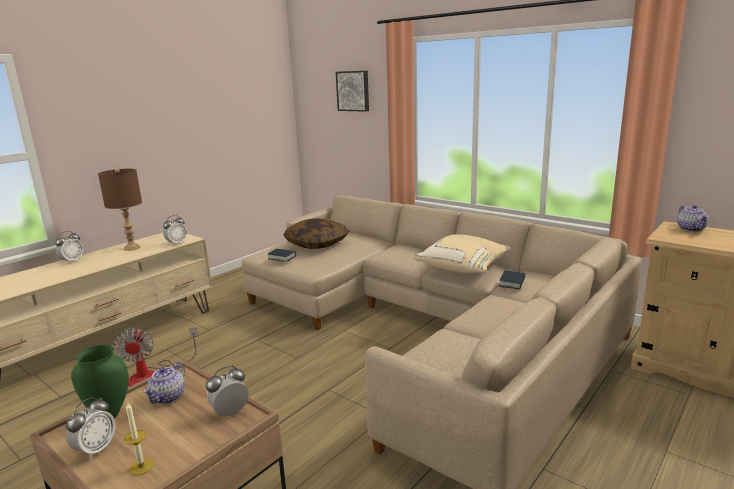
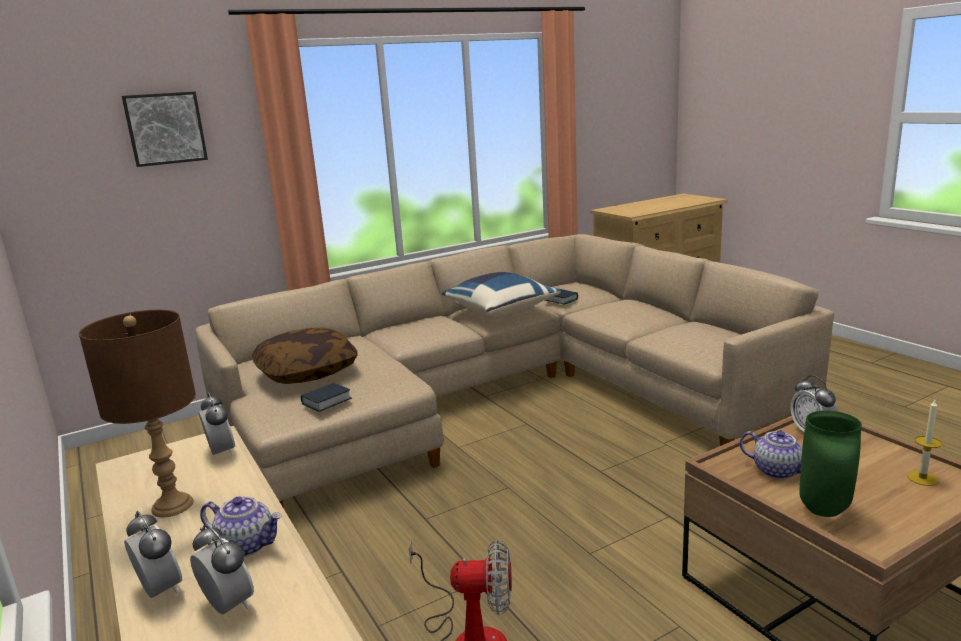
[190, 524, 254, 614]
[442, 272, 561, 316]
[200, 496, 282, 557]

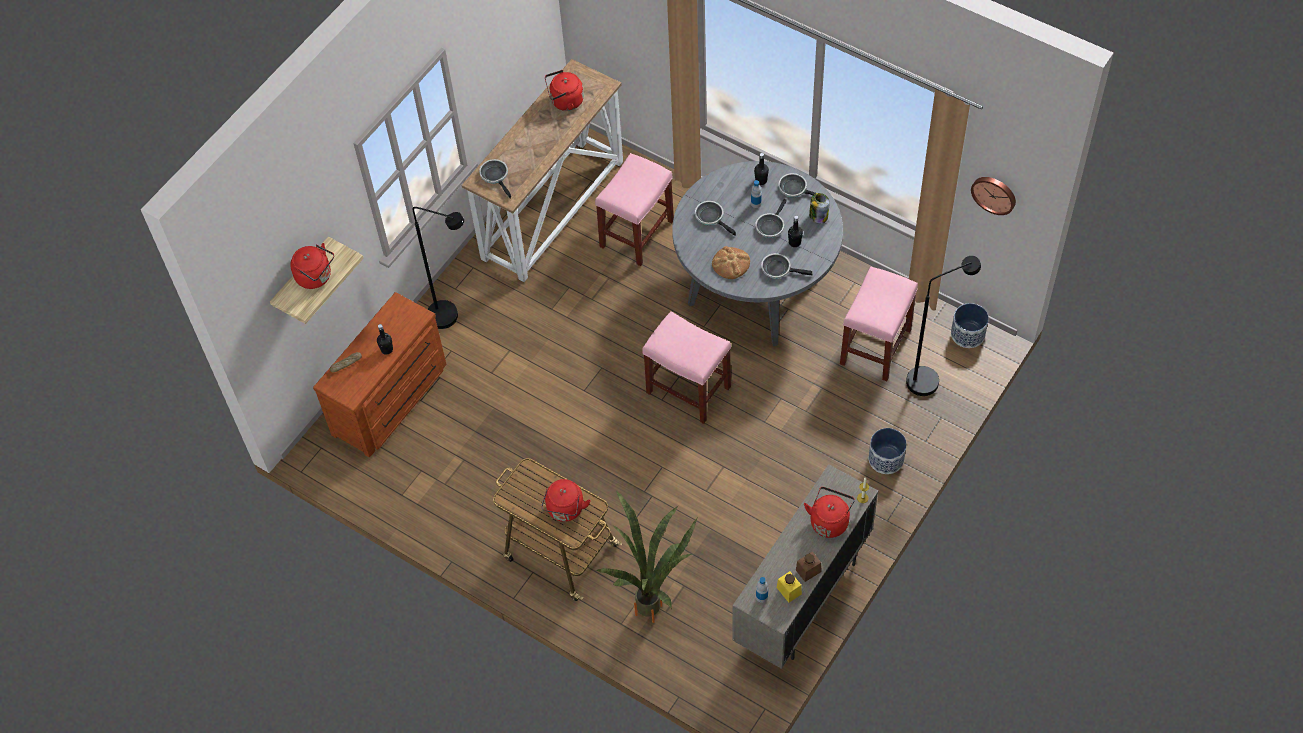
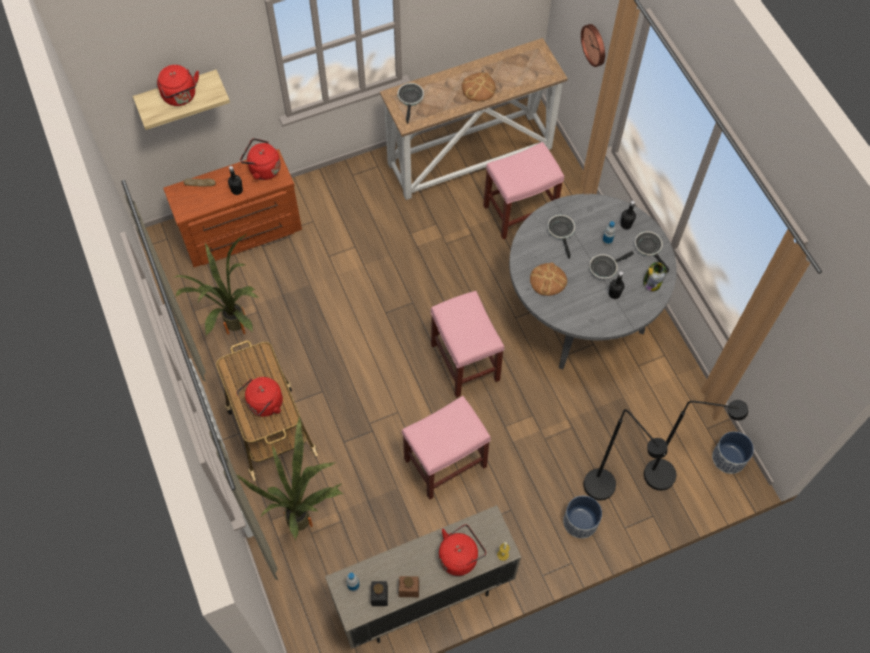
[583, 409, 668, 500]
[240, 138, 281, 180]
[761, 253, 813, 279] (first image)
[371, 581, 388, 606]
[402, 396, 491, 500]
[581, 24, 605, 67]
[175, 234, 259, 336]
[462, 72, 496, 101]

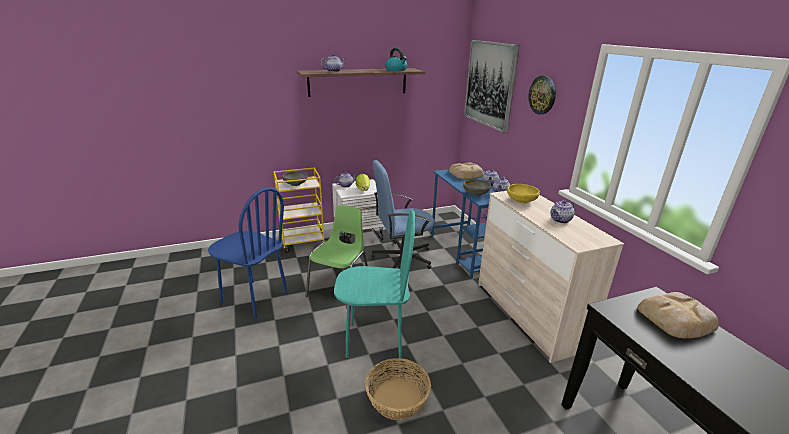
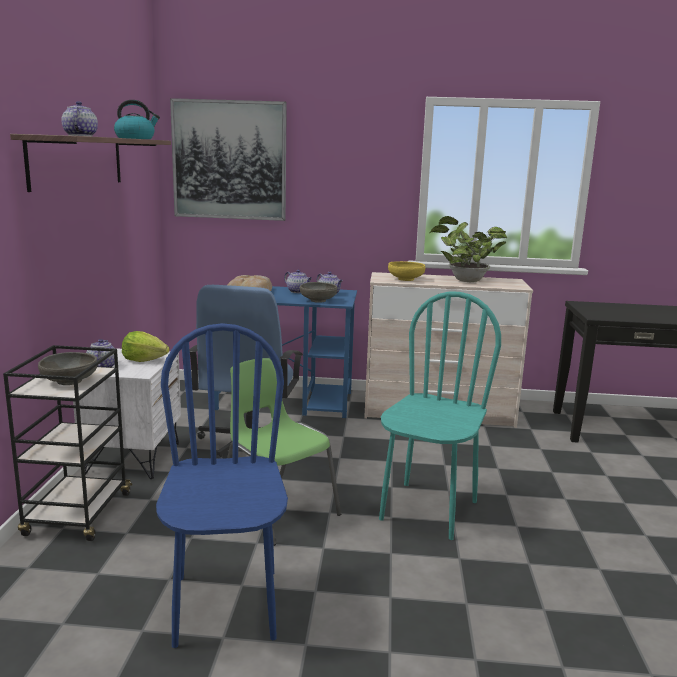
[156, 323, 288, 648]
[3, 345, 132, 541]
[365, 358, 431, 420] (first image)
[528, 76, 556, 114] (first image)
[430, 216, 507, 282]
[637, 292, 719, 338] (first image)

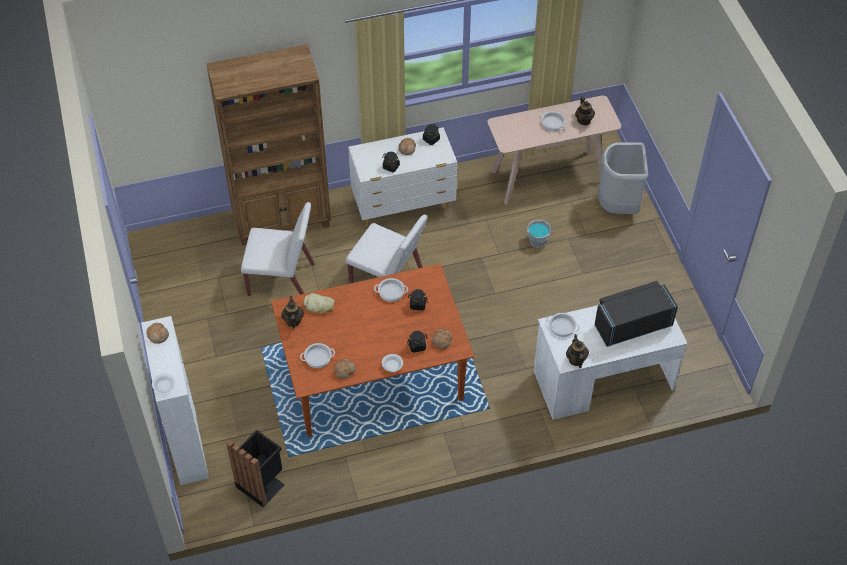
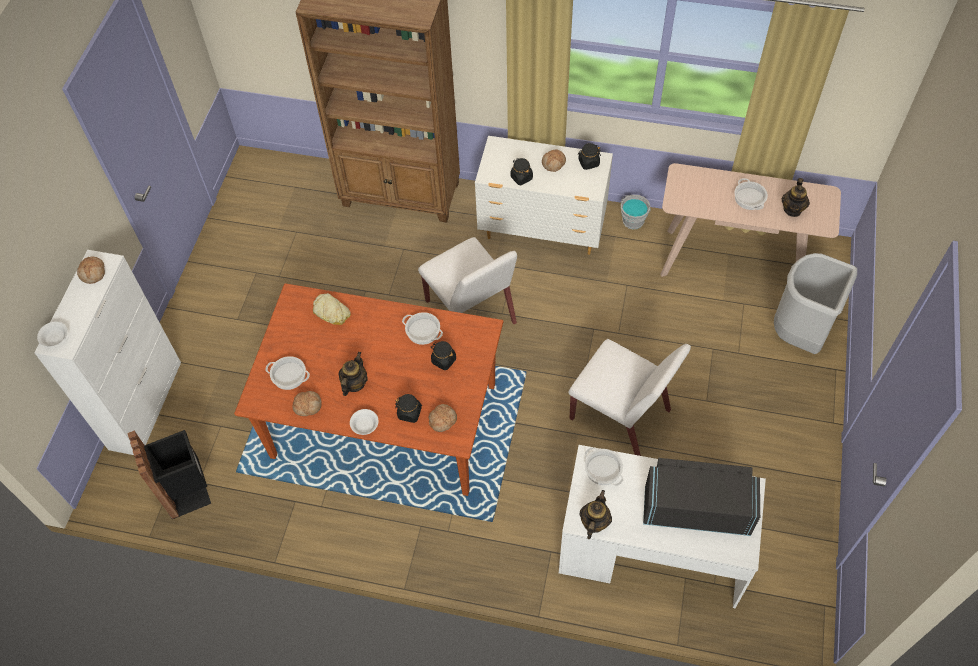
[569, 339, 691, 456]
[338, 352, 368, 396]
[621, 195, 651, 230]

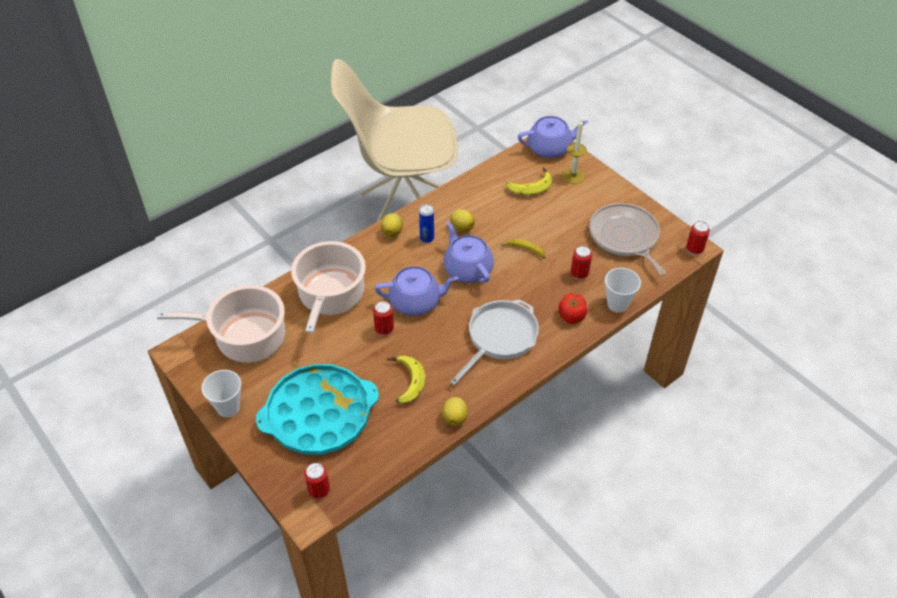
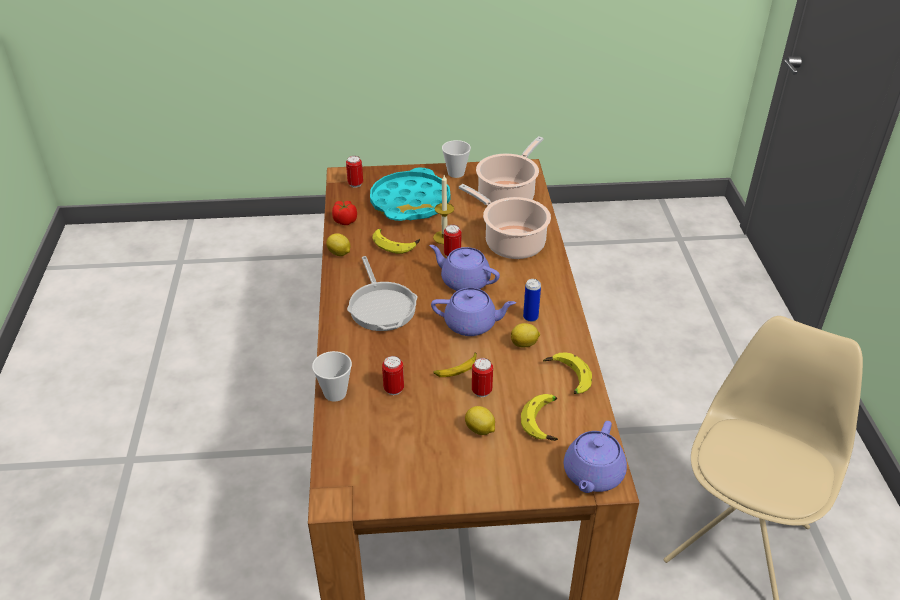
[429, 245, 500, 291]
[465, 406, 495, 435]
[332, 201, 357, 225]
[433, 175, 454, 244]
[589, 203, 666, 275] (first image)
[472, 358, 493, 397]
[543, 352, 592, 394]

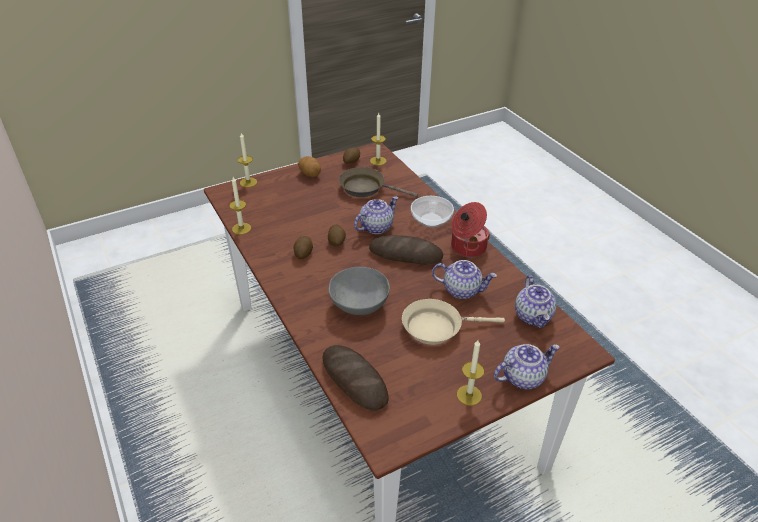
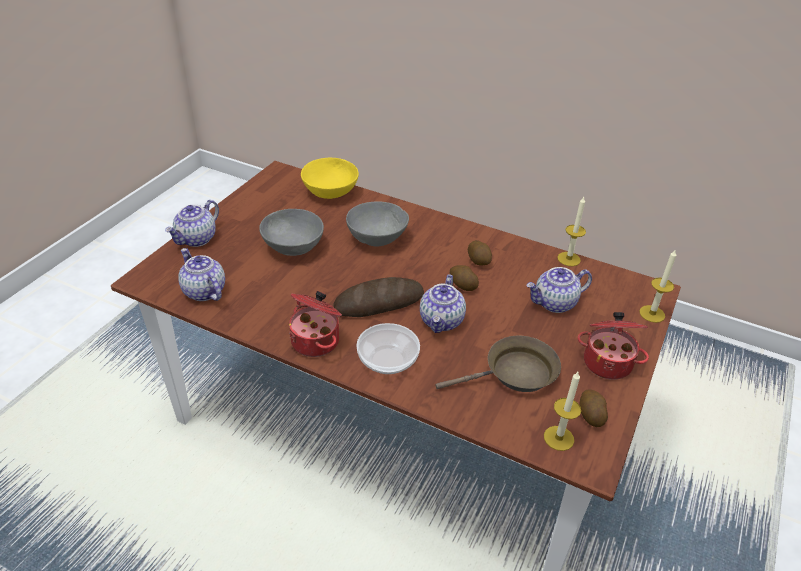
[577, 312, 649, 380]
[301, 158, 359, 199]
[259, 209, 324, 256]
[526, 267, 592, 313]
[457, 340, 484, 406] (first image)

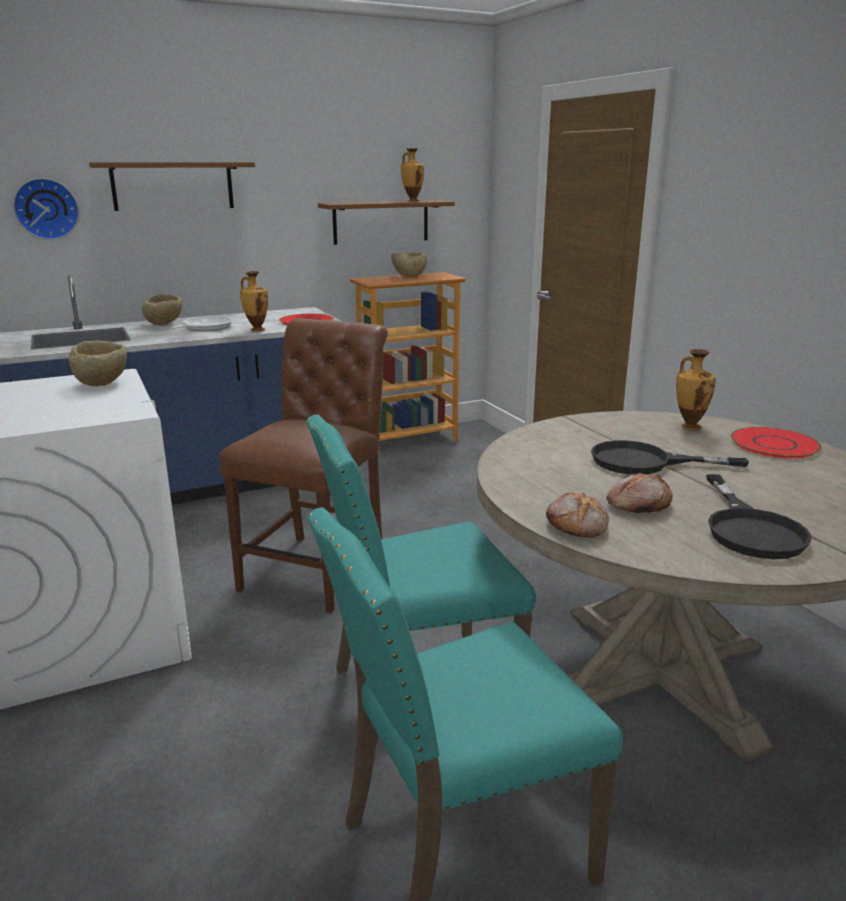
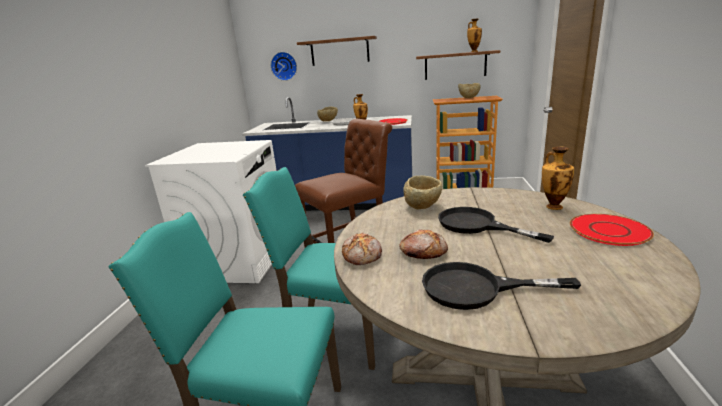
[403, 175, 442, 209]
[422, 262, 581, 310]

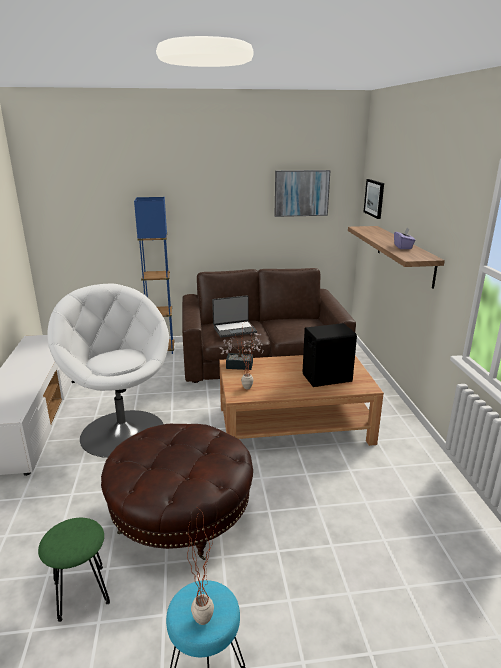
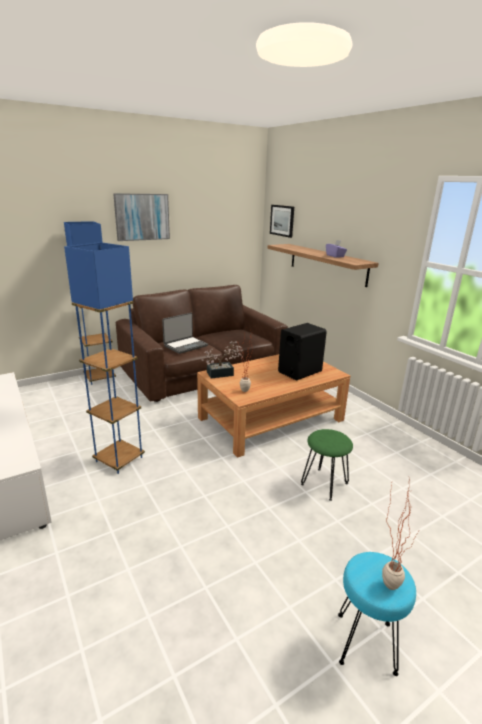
[301, 429, 353, 501]
[64, 242, 145, 474]
[101, 424, 253, 560] (first image)
[113, 193, 170, 241]

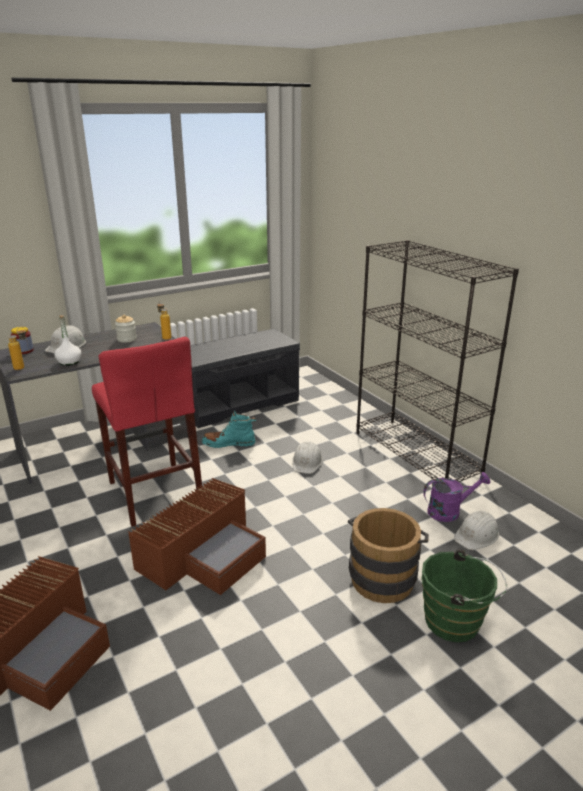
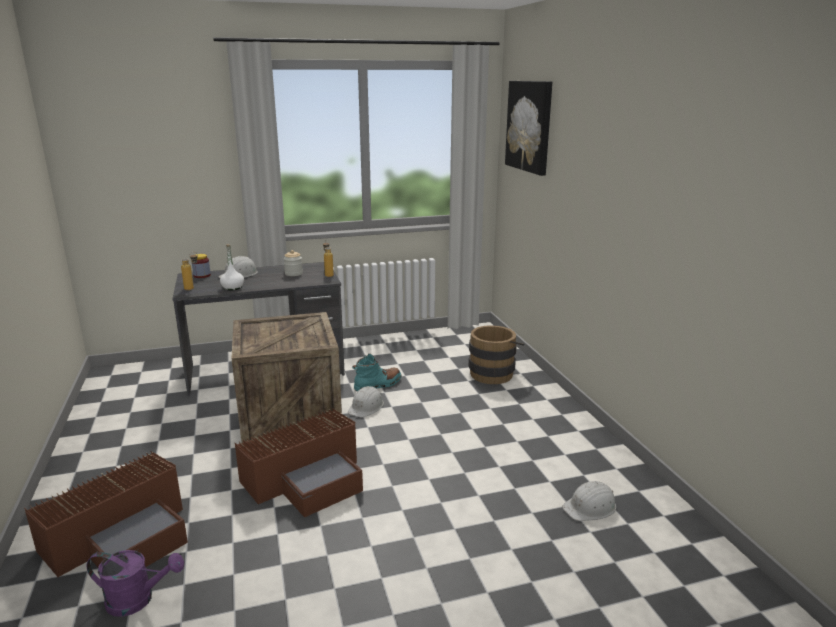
[232, 312, 342, 443]
[190, 329, 300, 428] (first image)
[352, 354, 402, 391]
[348, 386, 384, 418]
[469, 325, 524, 384]
[356, 240, 519, 482] (first image)
[422, 549, 507, 642] (first image)
[87, 550, 184, 617]
[505, 81, 552, 176]

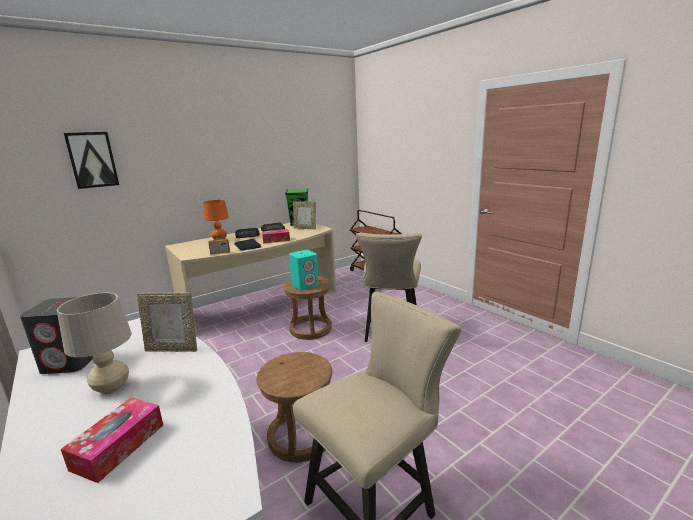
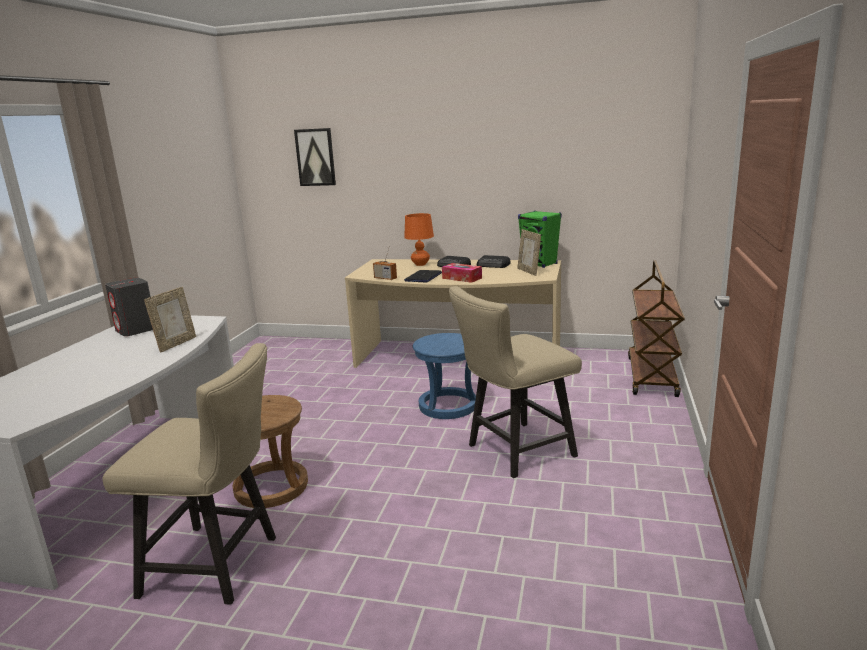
[57, 293, 132, 394] (first image)
[61, 398, 163, 483] (first image)
[144, 287, 196, 353]
[413, 333, 476, 419]
[289, 250, 319, 290] (first image)

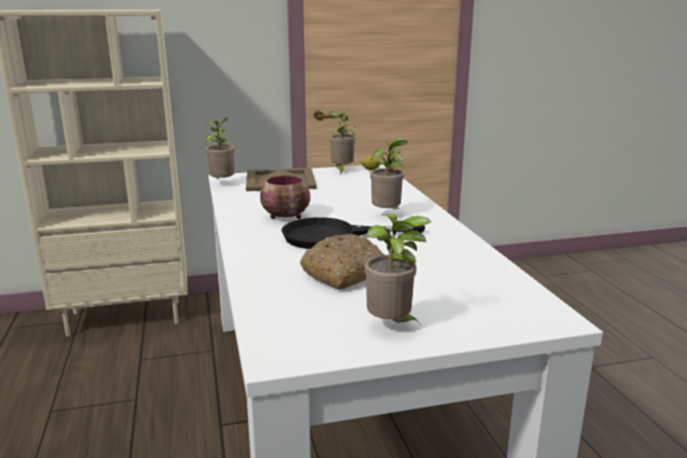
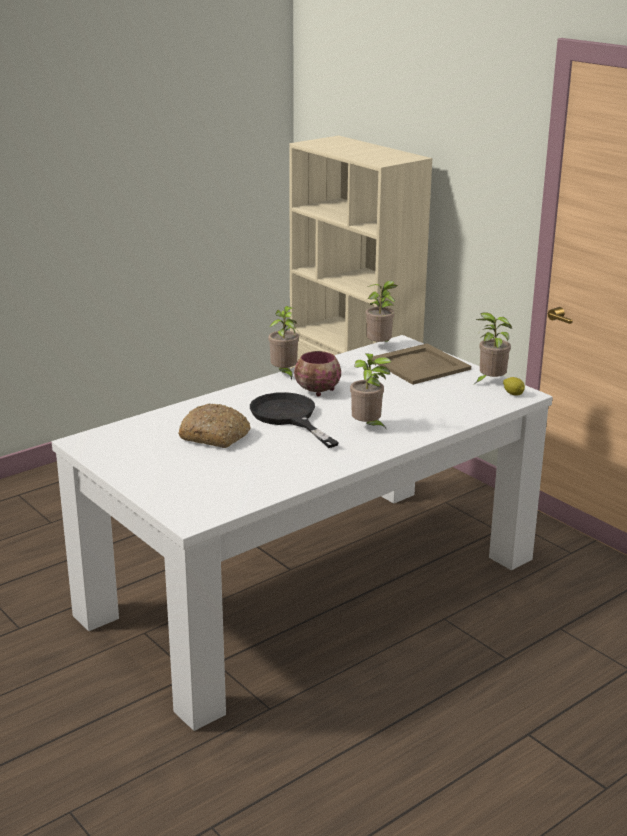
[269, 306, 299, 380]

